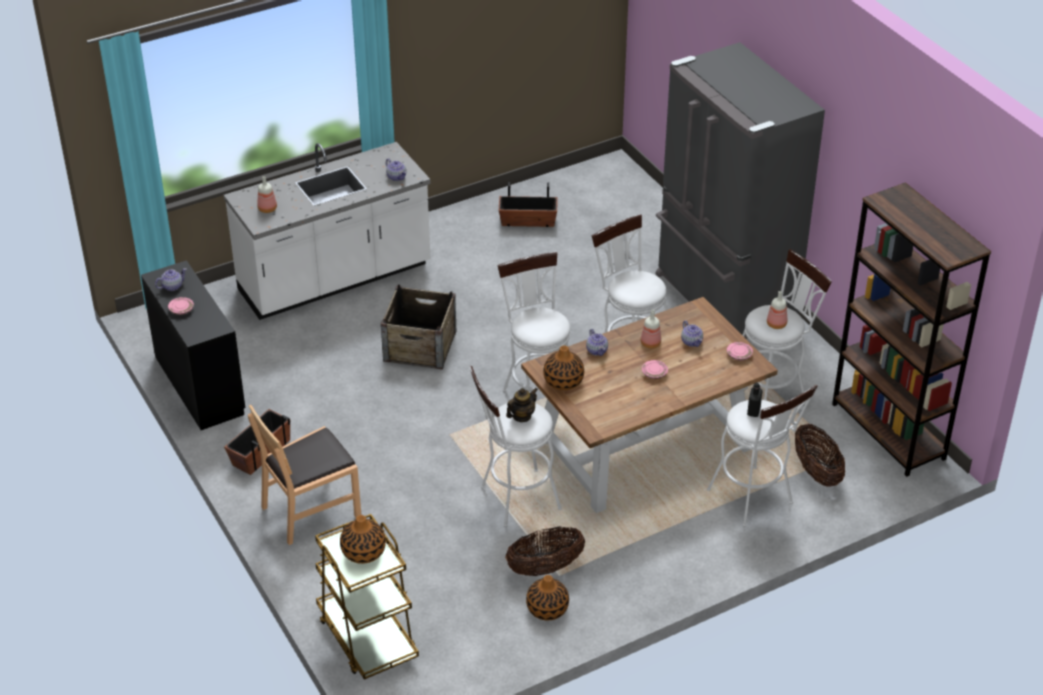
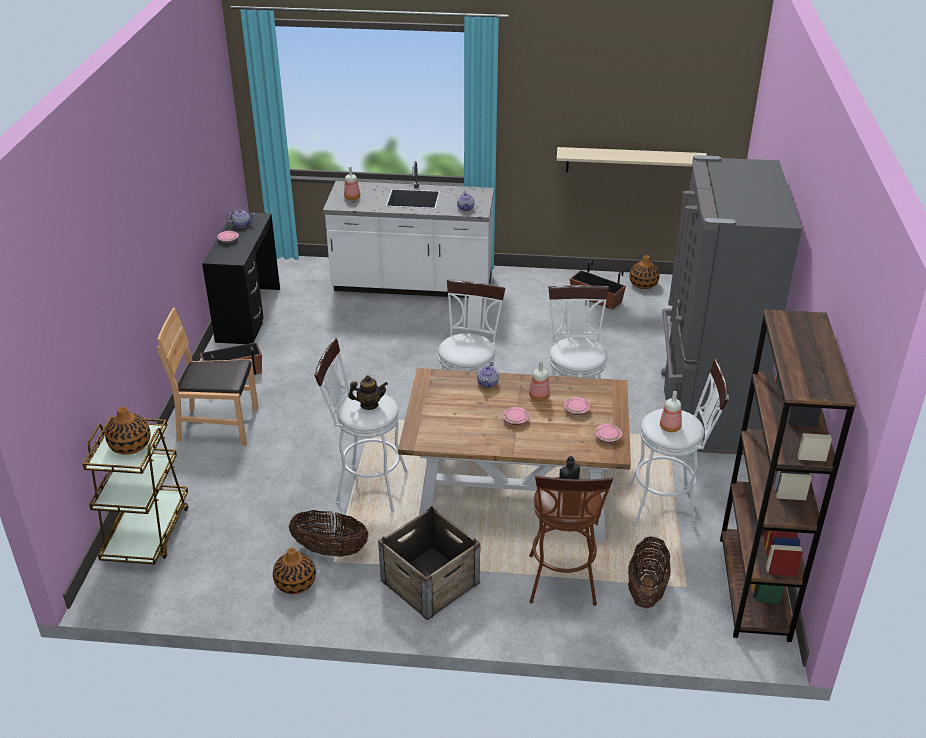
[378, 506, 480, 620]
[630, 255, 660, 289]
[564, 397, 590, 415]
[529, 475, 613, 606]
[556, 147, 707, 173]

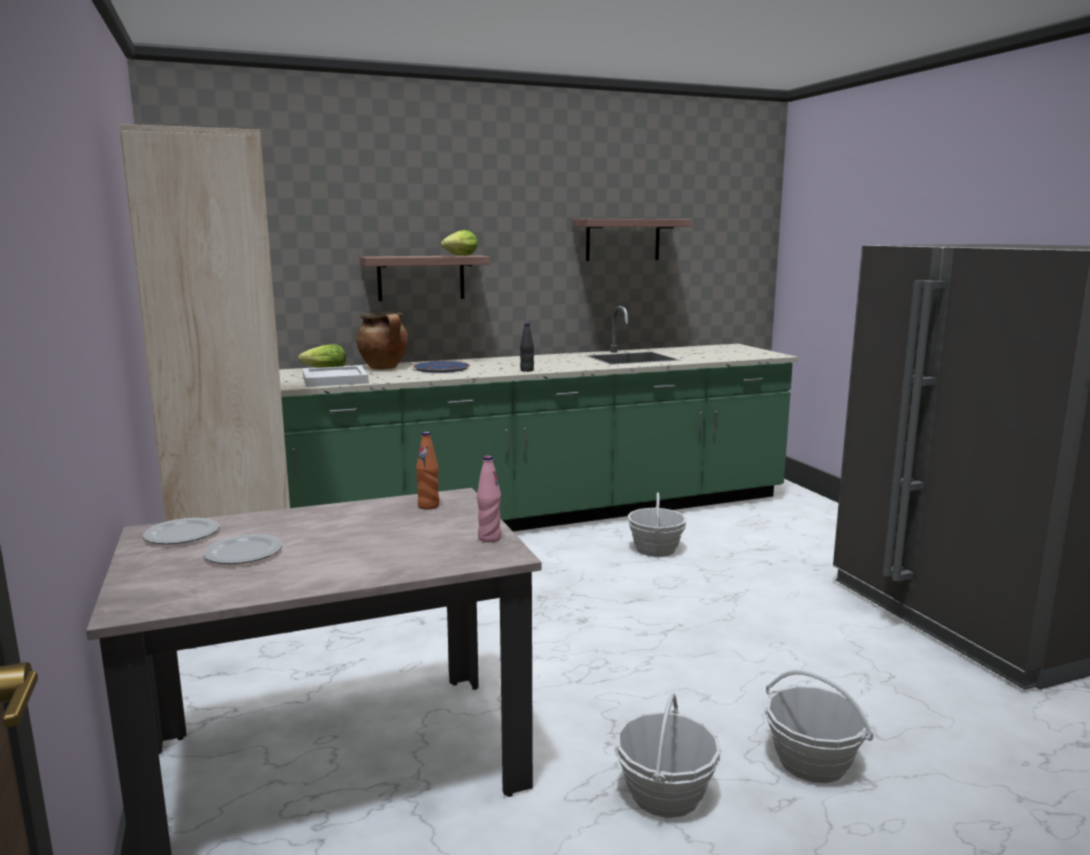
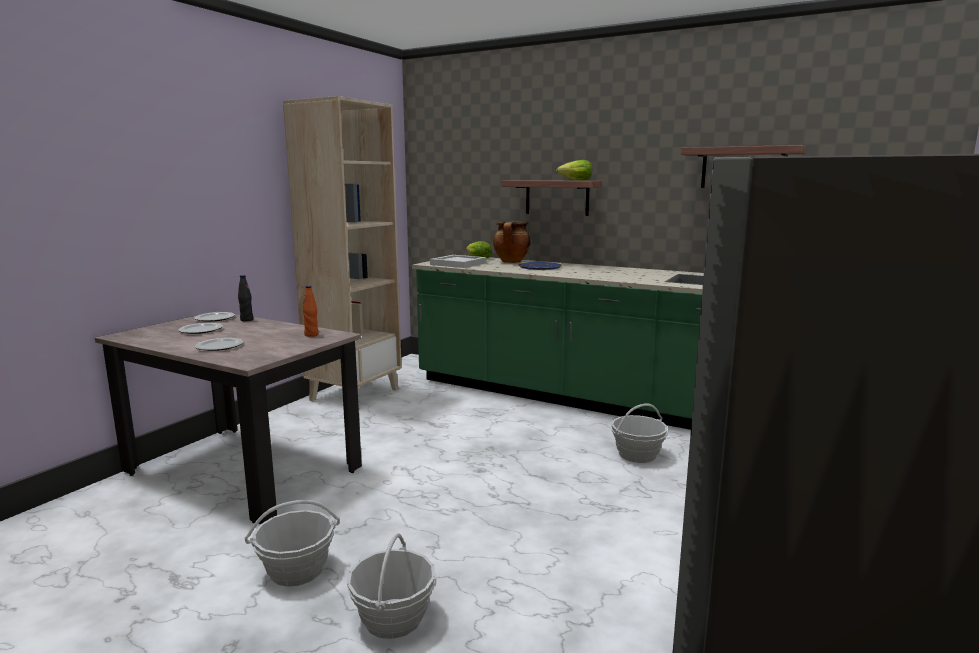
[477, 455, 502, 543] (first image)
[238, 275, 253, 321]
[195, 338, 243, 351]

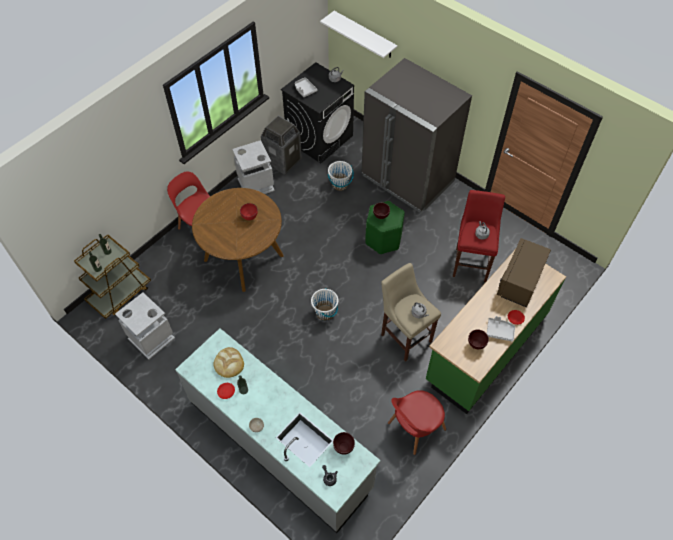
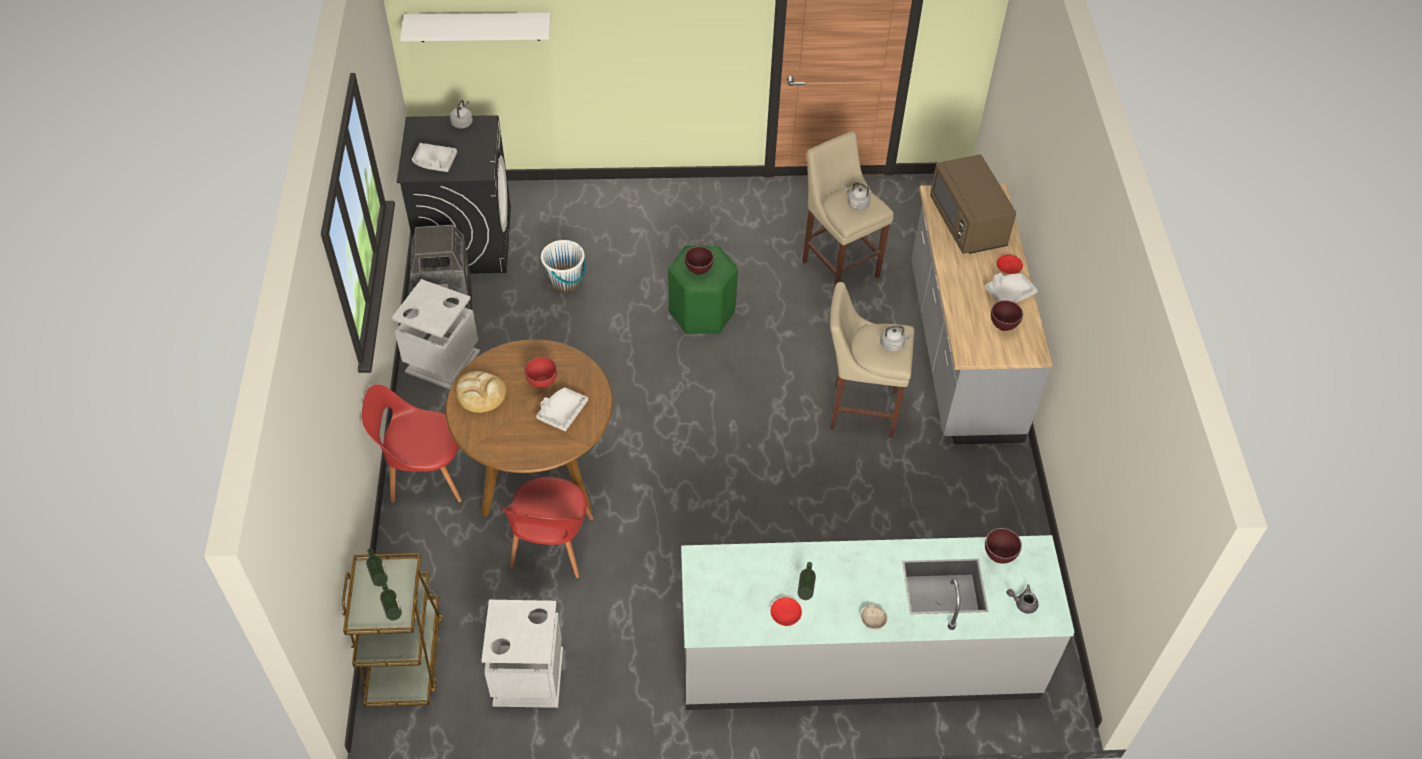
[456, 371, 506, 413]
[311, 288, 338, 321] (first image)
[362, 58, 472, 213] (first image)
[501, 477, 594, 578]
[911, 184, 1053, 444]
[802, 132, 894, 289]
[536, 387, 588, 431]

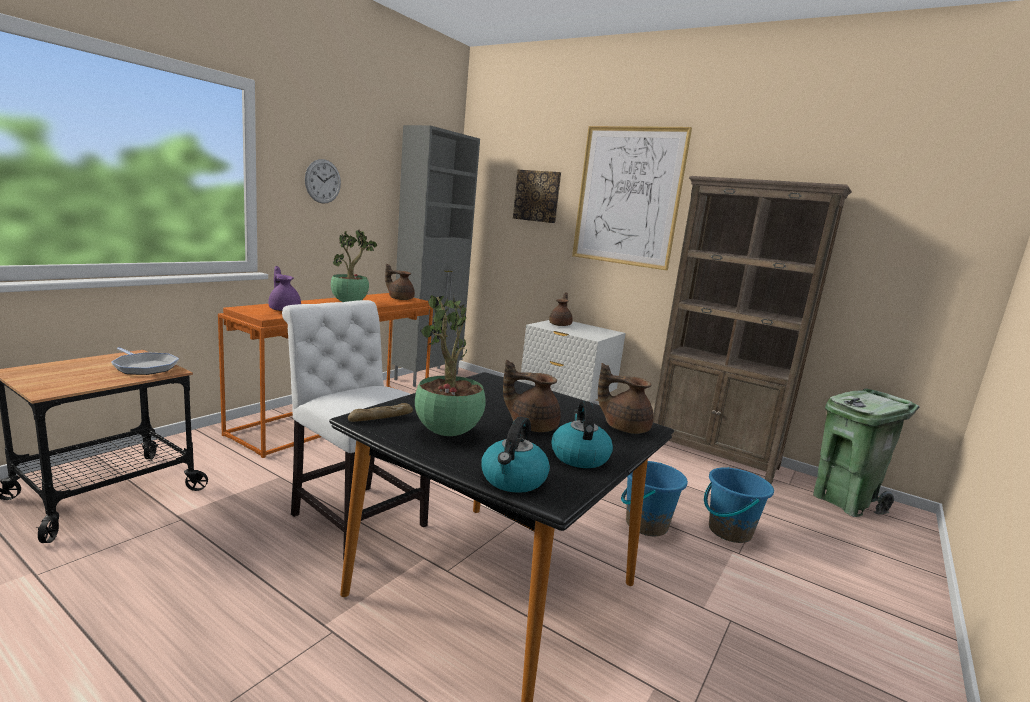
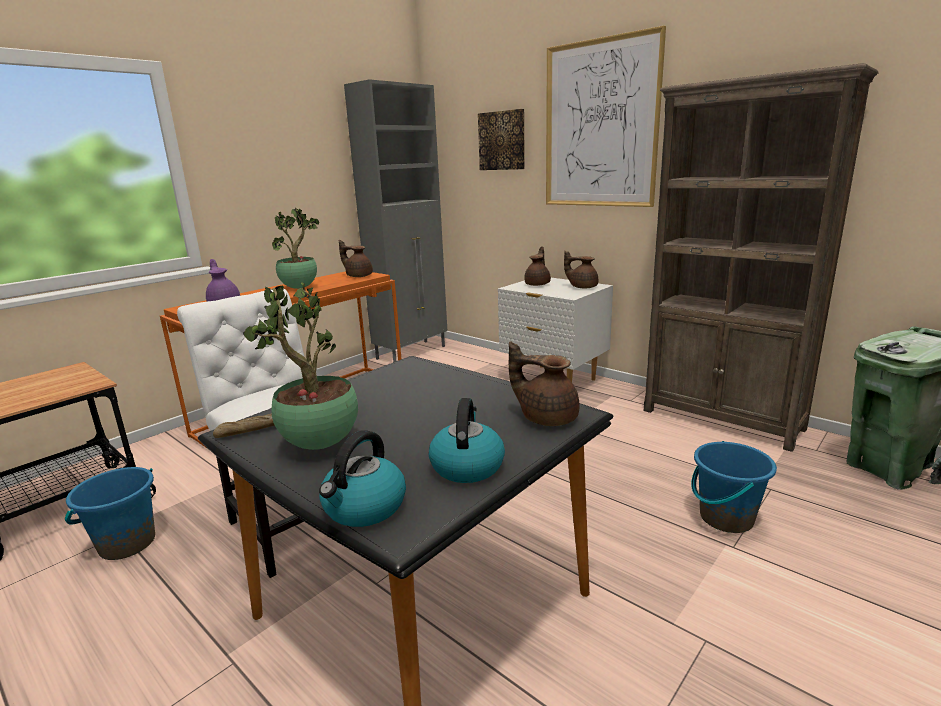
[111, 347, 179, 375] (first image)
[305, 159, 341, 204] (first image)
[564, 251, 598, 288]
[65, 467, 155, 560]

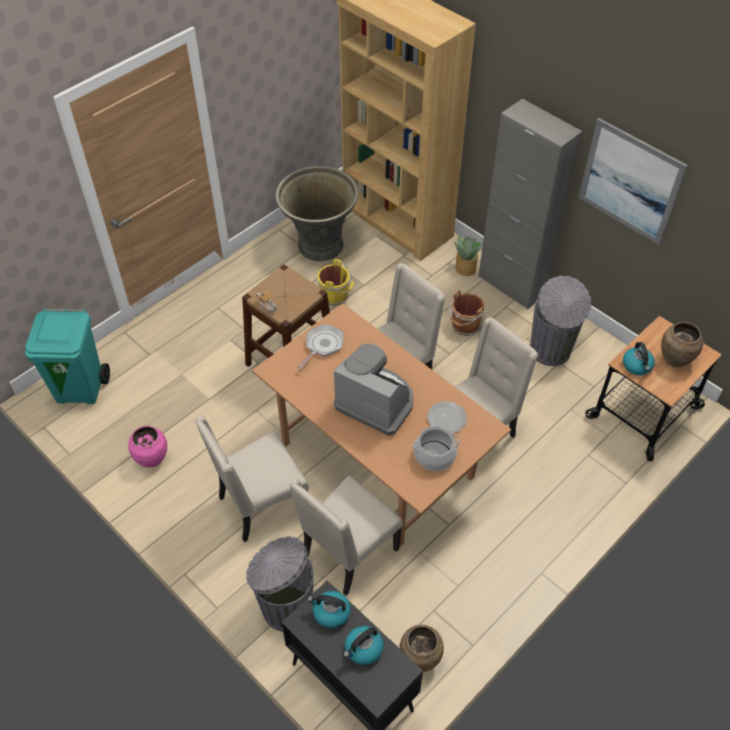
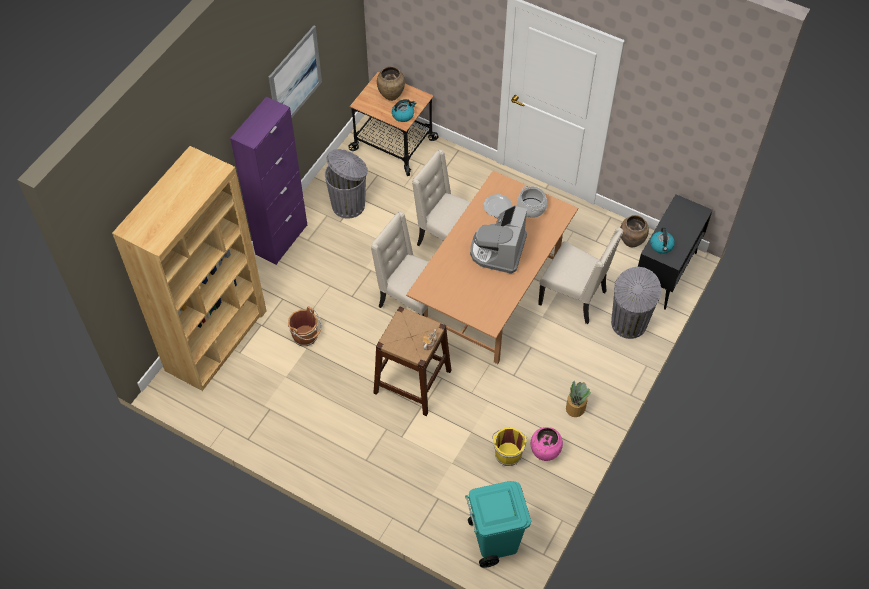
[195, 416, 309, 542] (first image)
[276, 166, 358, 261] (first image)
[297, 324, 343, 369] (first image)
[492, 427, 527, 466]
[343, 626, 384, 665] (first image)
[288, 306, 321, 346]
[566, 381, 591, 417]
[230, 97, 307, 265]

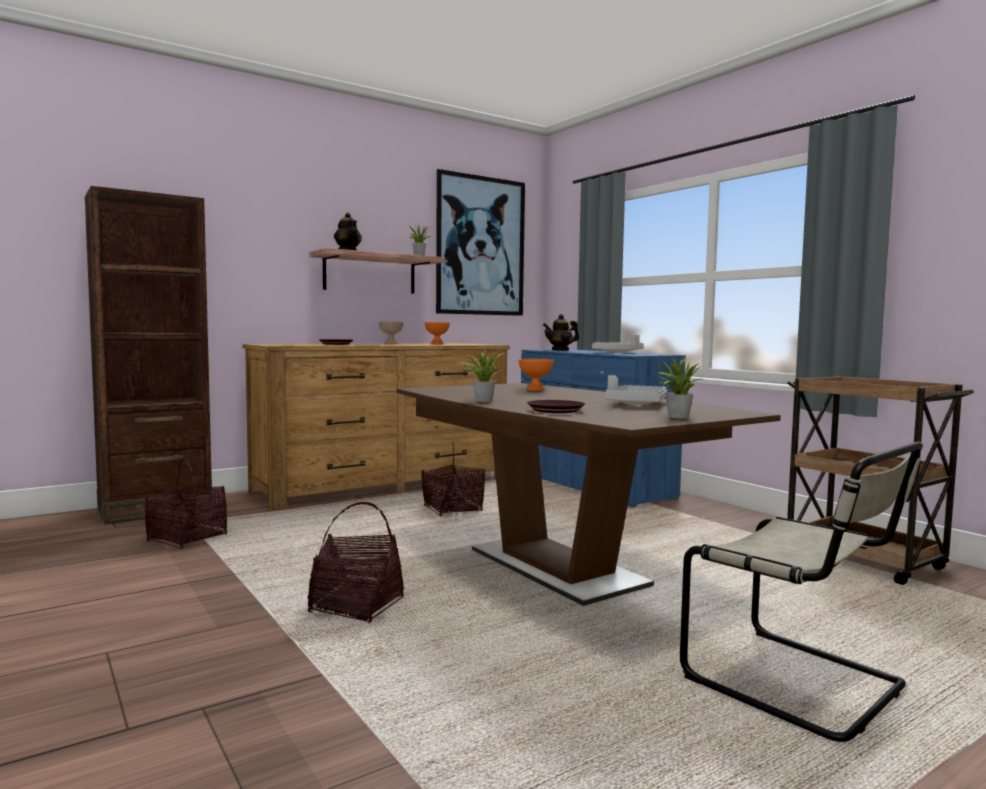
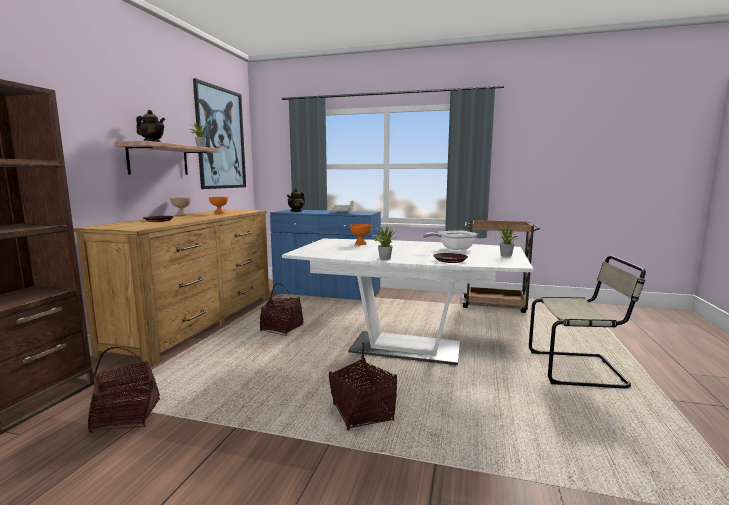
[282, 239, 534, 365]
[422, 230, 477, 250]

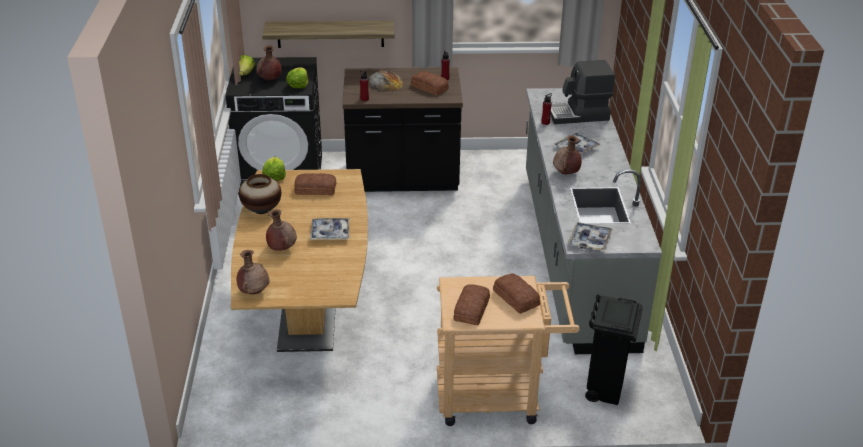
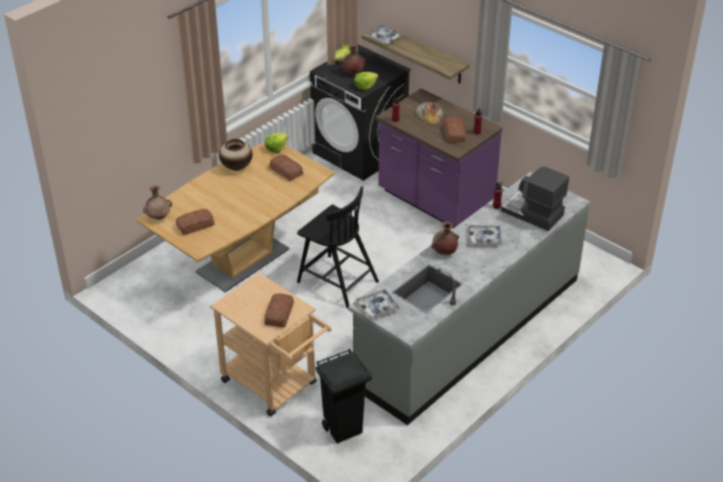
[266, 209, 297, 250] (first image)
[366, 25, 403, 45]
[376, 88, 503, 228]
[176, 209, 215, 235]
[297, 186, 379, 308]

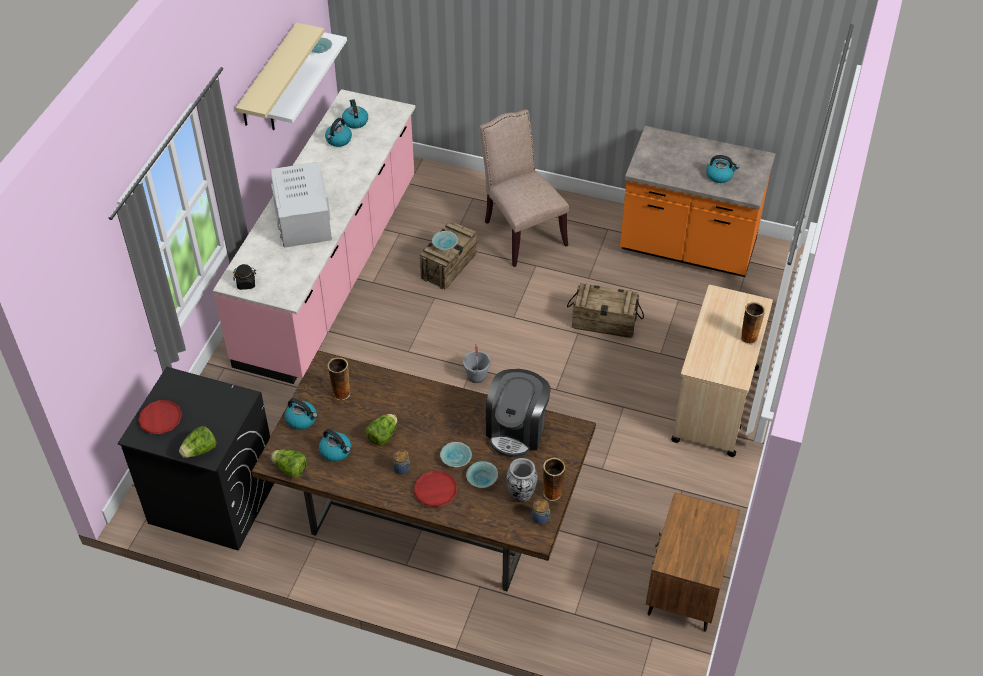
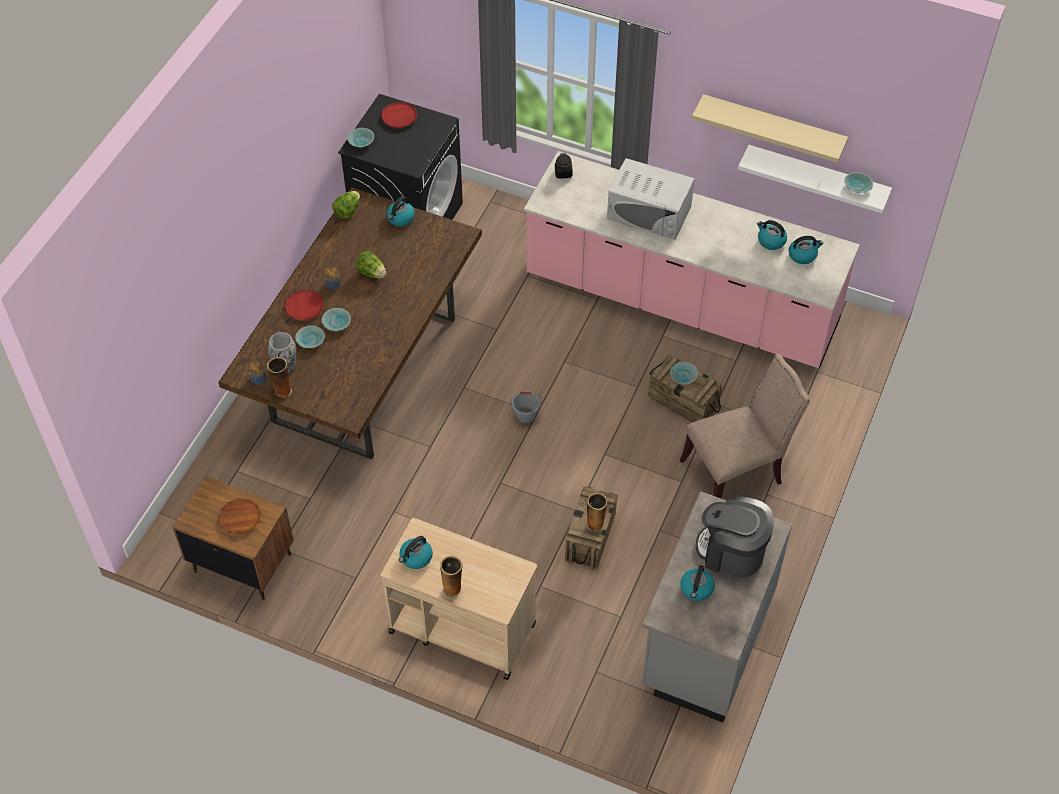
[347, 128, 374, 147]
[607, 158, 695, 240]
[399, 536, 433, 569]
[587, 493, 607, 532]
[696, 496, 774, 578]
[642, 492, 792, 723]
[218, 498, 261, 534]

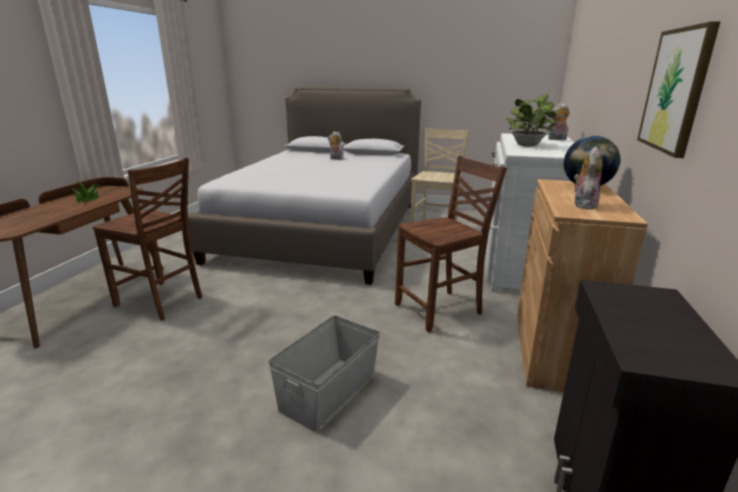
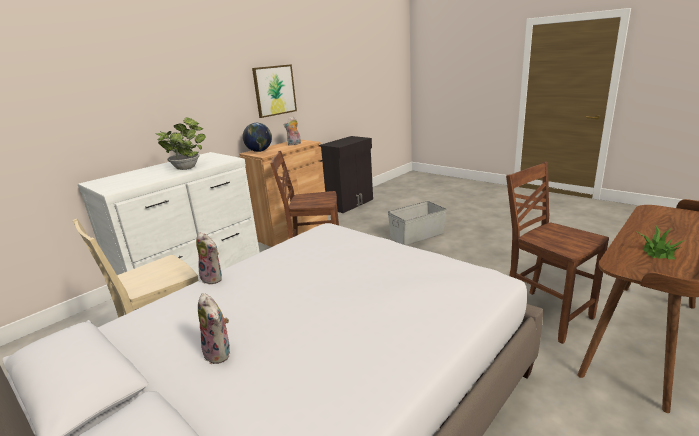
[196, 232, 222, 285]

